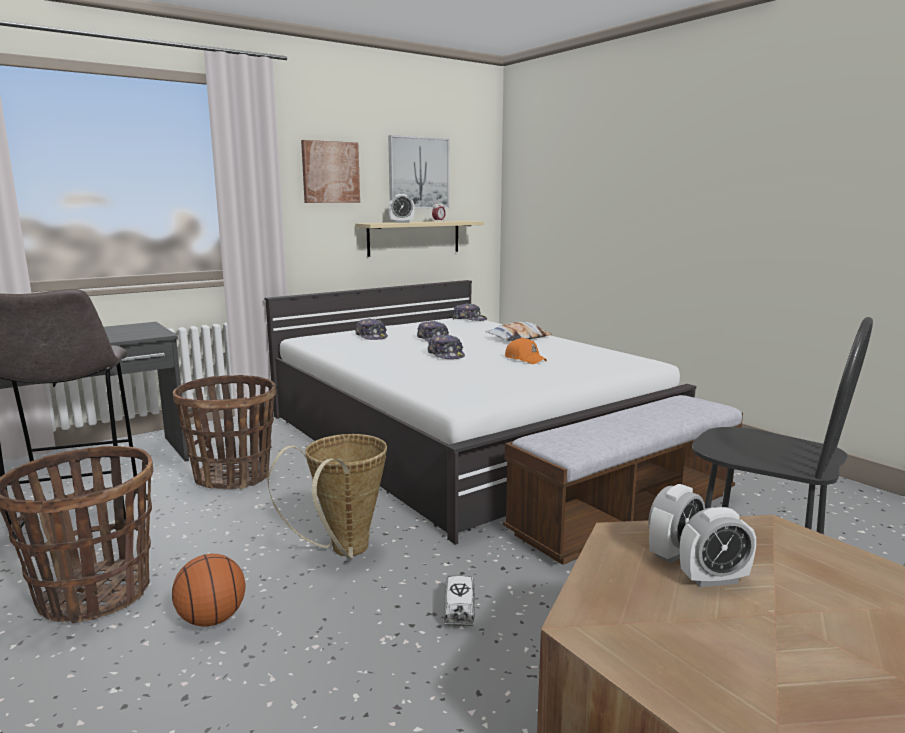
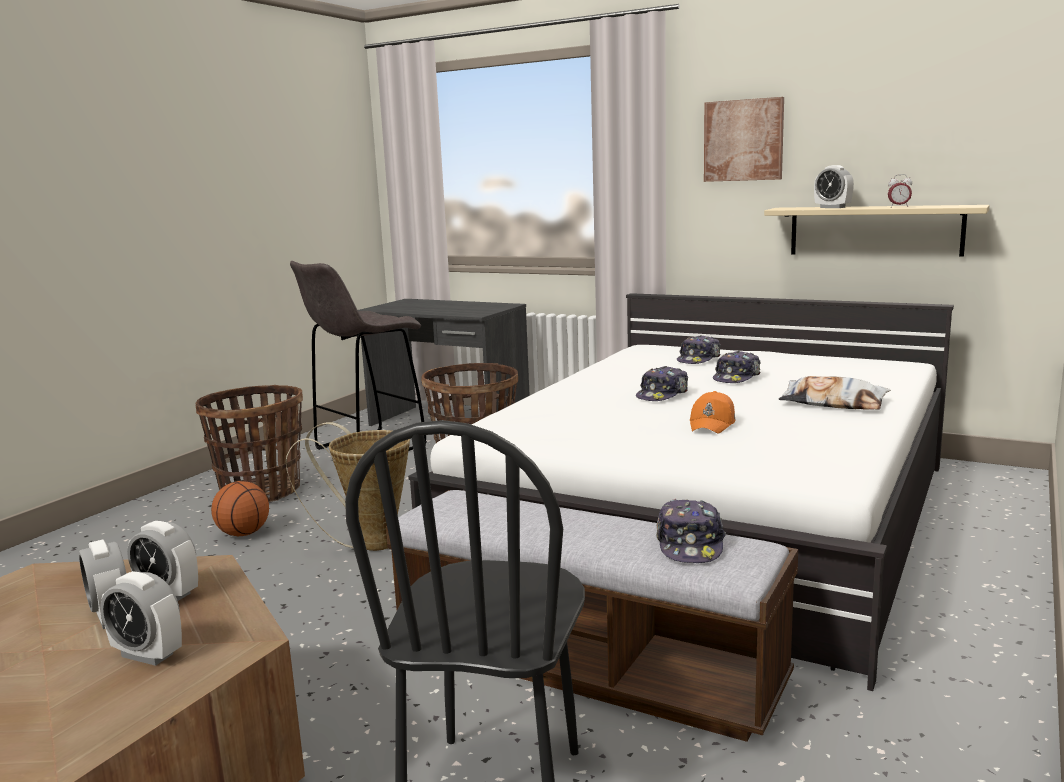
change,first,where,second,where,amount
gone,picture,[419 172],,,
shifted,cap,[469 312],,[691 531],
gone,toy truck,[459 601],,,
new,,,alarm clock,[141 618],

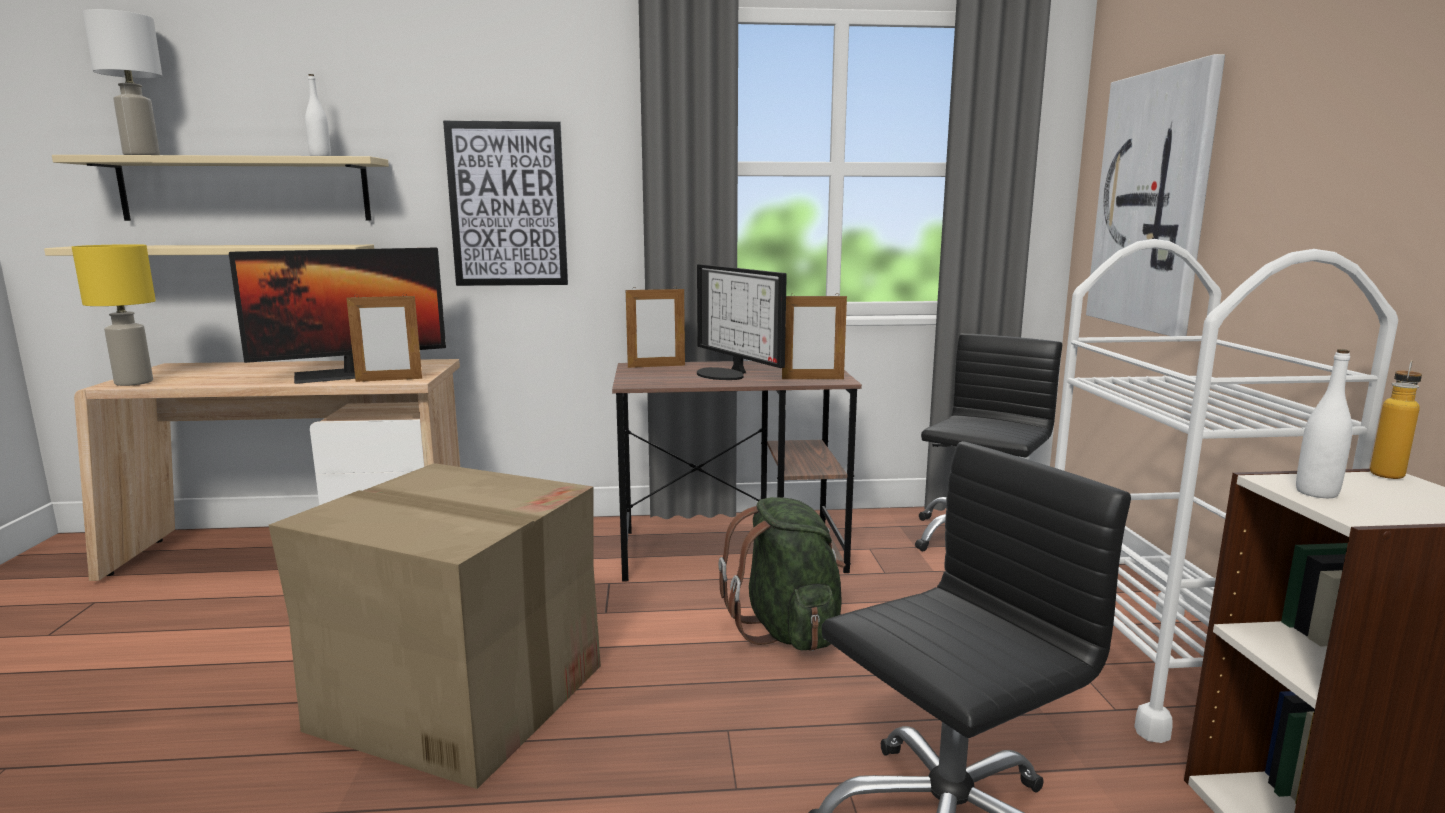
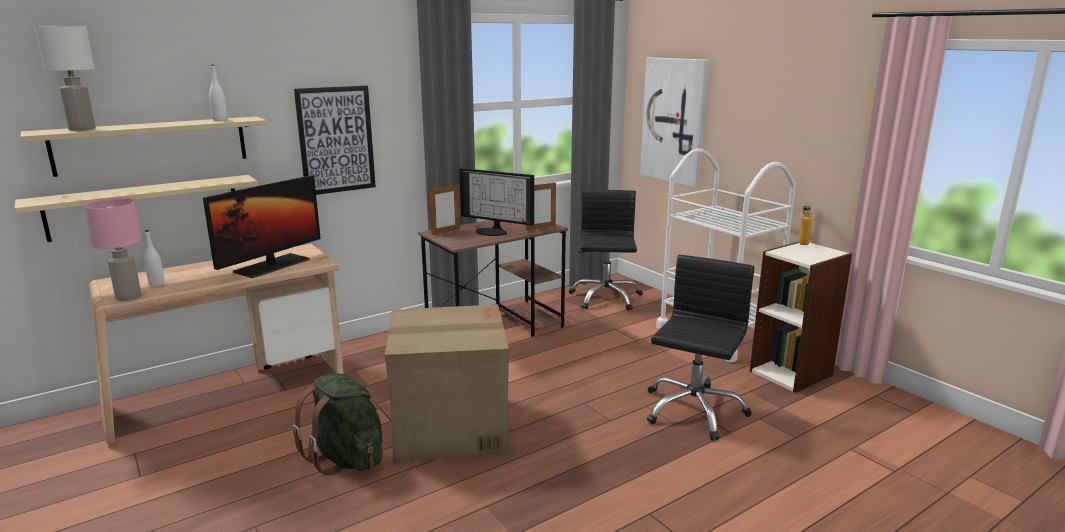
change,first,where,second,where,amount
repainted,yellow table lamp,[114 315],pink table lamp,[113 249],
gone,picture frame,[384 337],,,
shifted,white bottle,[1324 423],,[154 258],
shifted,green backpack,[781 574],,[337 424],

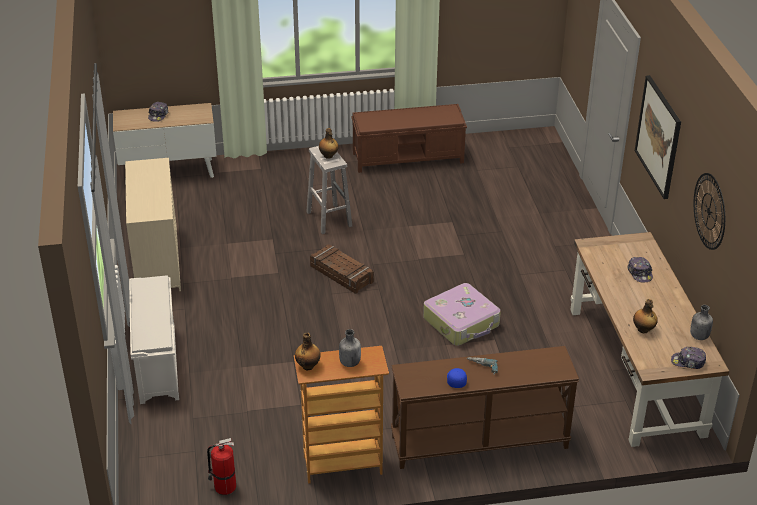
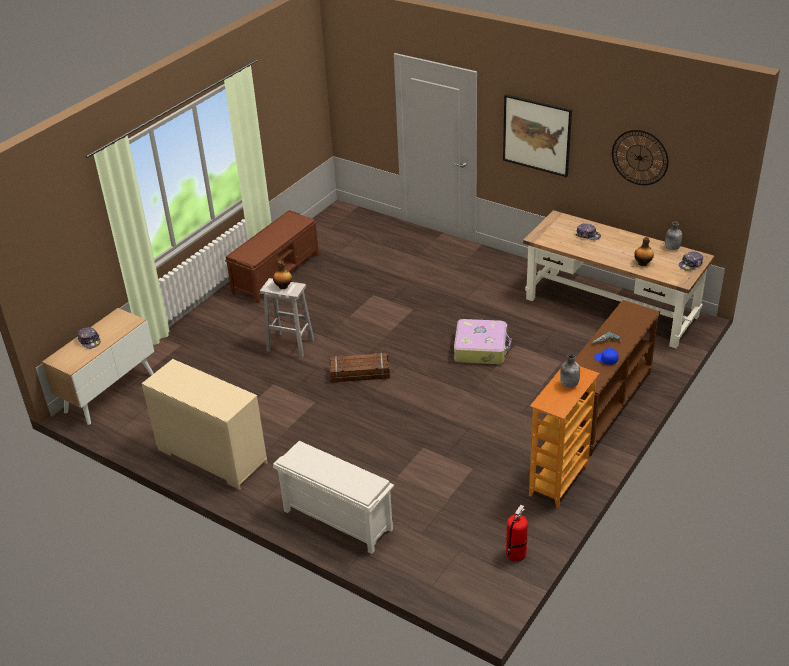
change,first,where,second,where,amount
gone,bottle,[308 351],,,

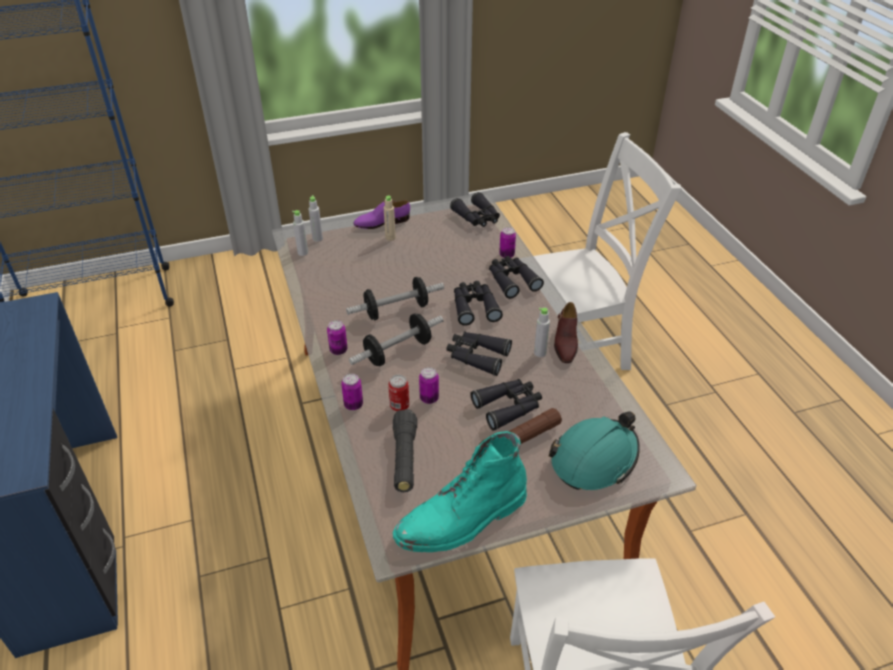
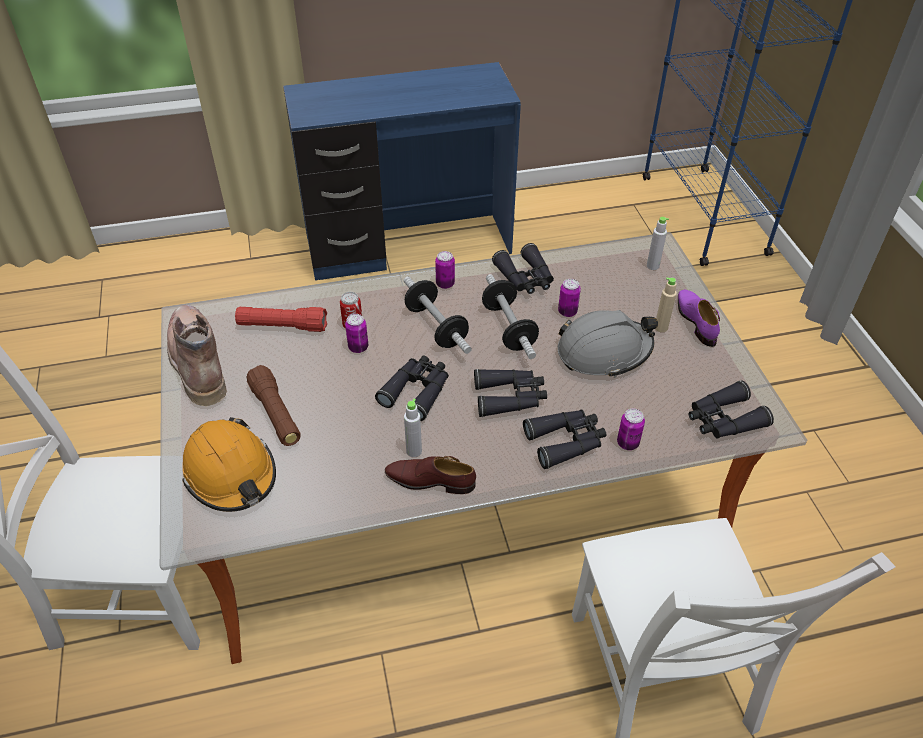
change,first,where,second,where,amount
gone,grey bottle,[300 233],,,
shifted,can,[352 392],,[569 298],
shifted,black binoculars,[506 405],,[523 268],
repainted,black flashlight,[405 450],red flashlight,[281 319],
repainted,turquoise hard hat,[594 450],orange hard hat,[229 464],
repainted,turquoise boot,[460 491],brown boot,[197 356],
new,,,grey hard hat,[608 344],

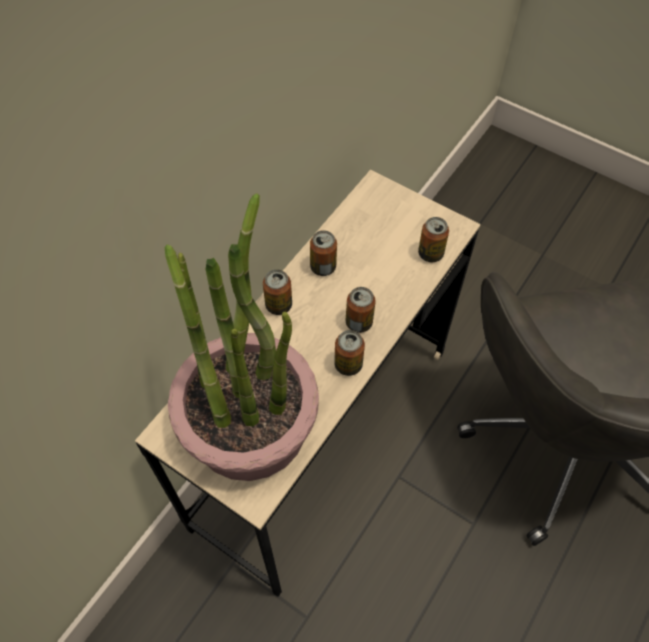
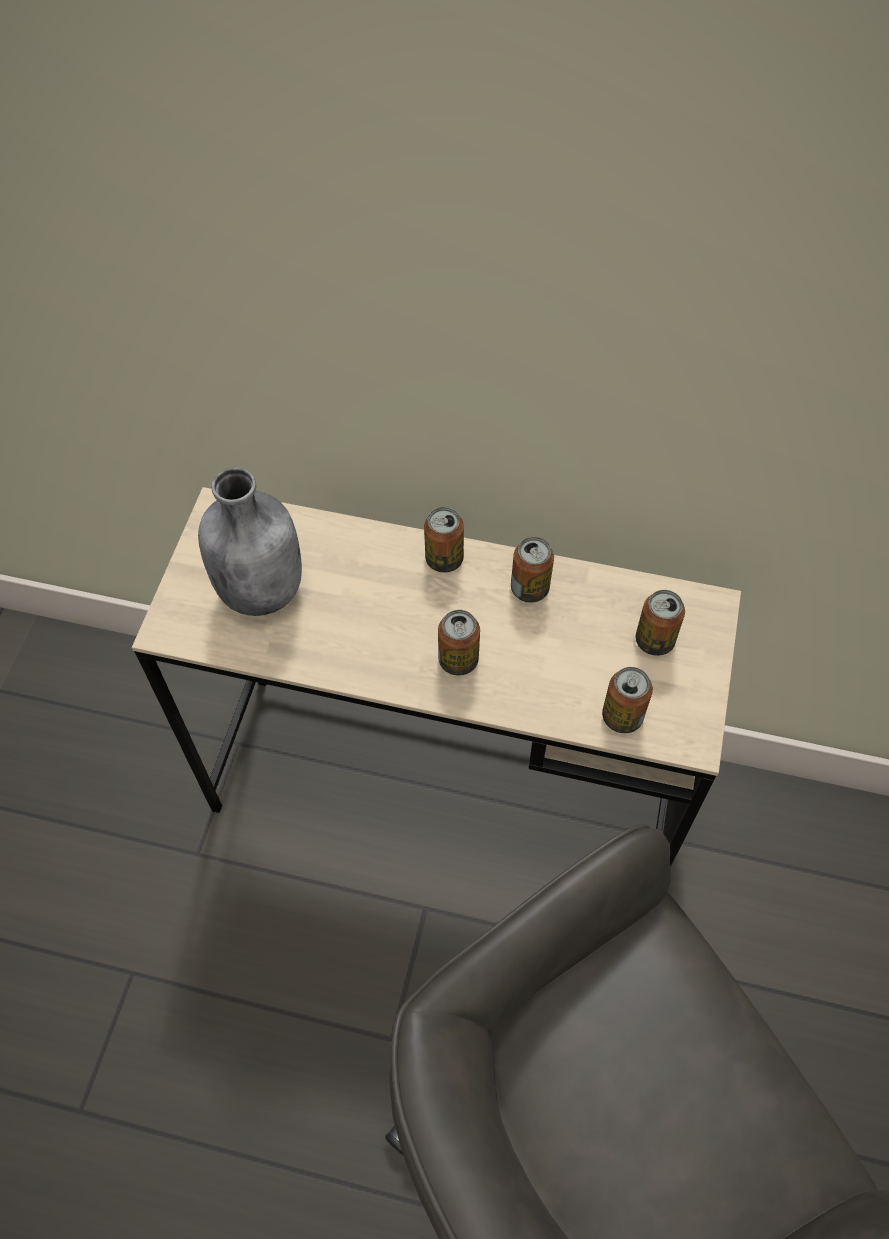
change,first,where,second,where,amount
swapped,potted plant,[242 337],grey bottle,[250 541],
shifted,can,[349 353],,[660 623],

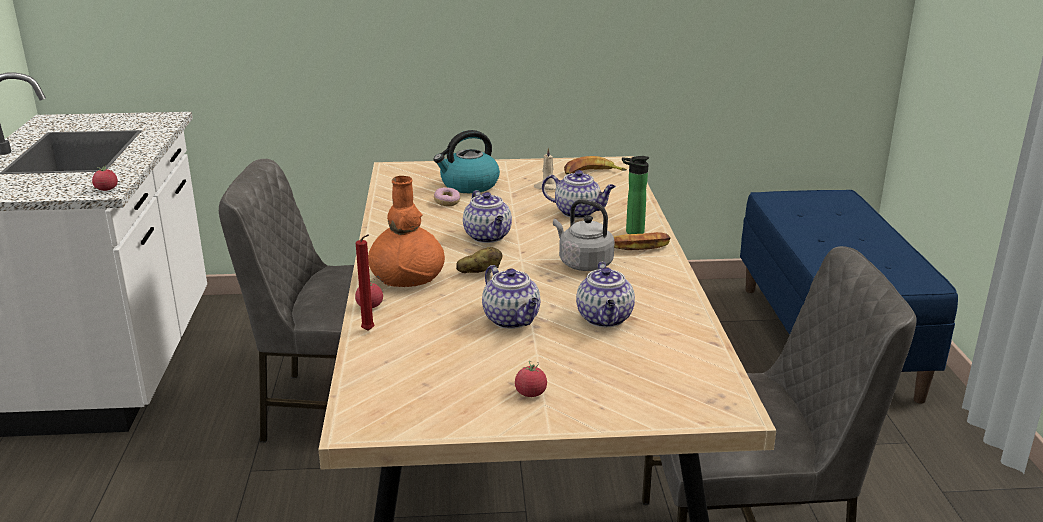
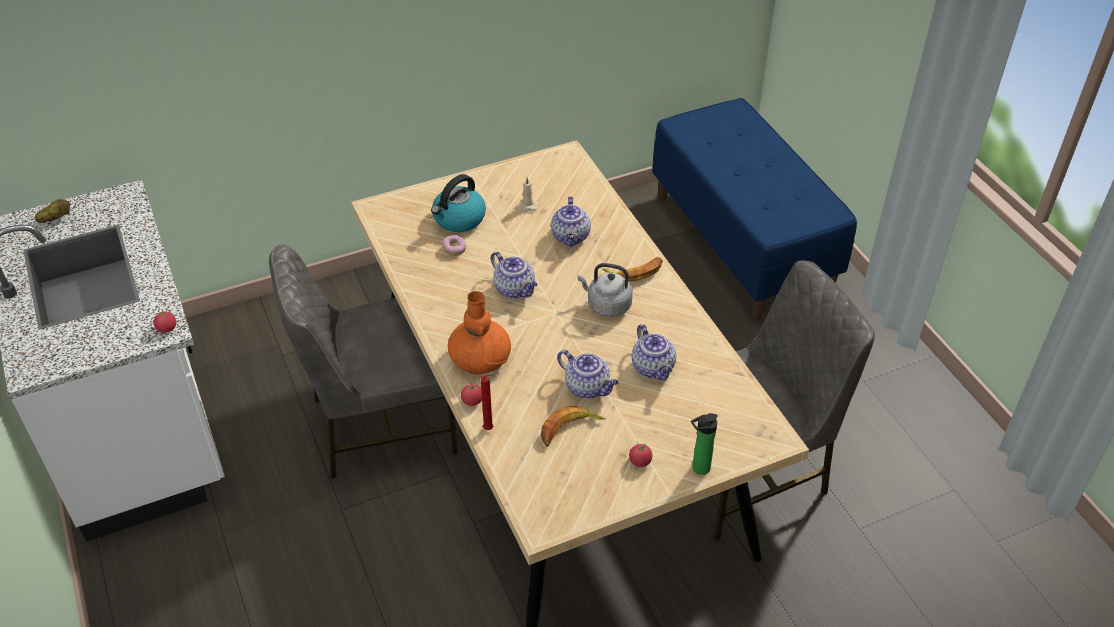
change,first,where,second,where,amount
shifted,banana,[595 165],,[572 426],
shifted,bottle,[635 195],,[704 444],
rotated,teapot,[579 194],,[571 221],90 degrees clockwise
shifted,potato,[479 260],,[52 211],

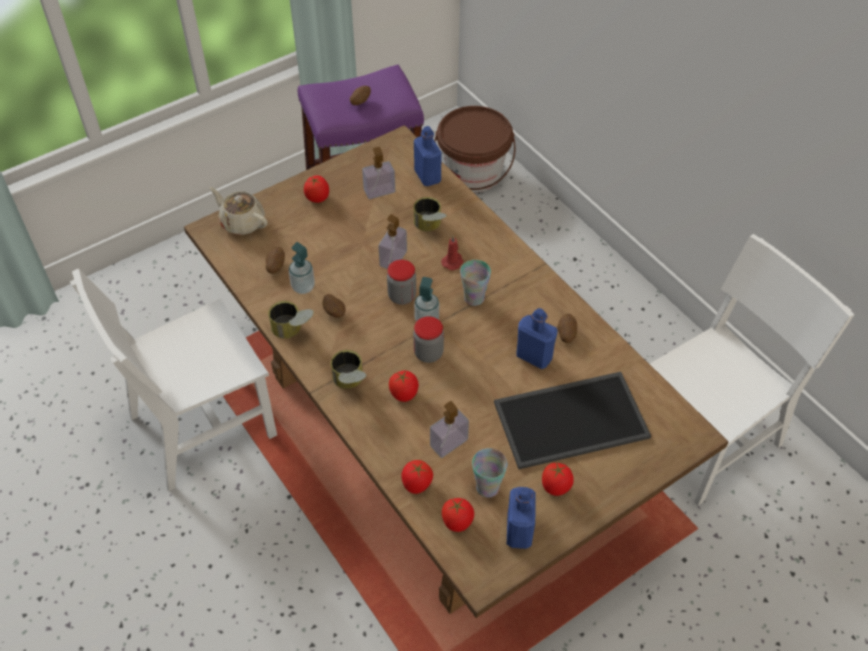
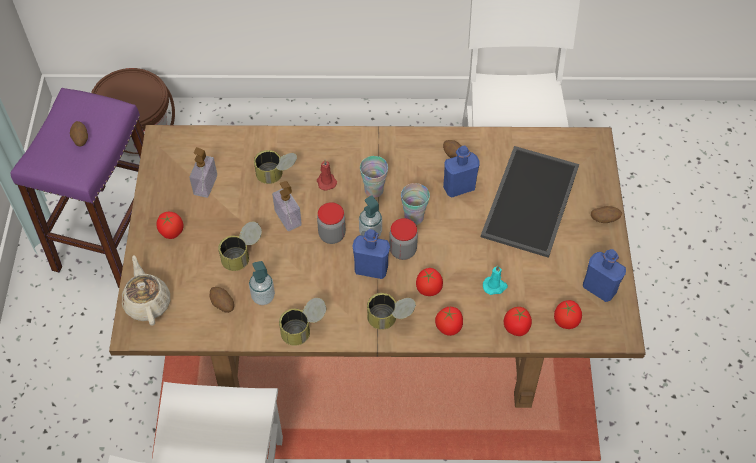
change,first,where,second,where,amount
shifted,blue bottle,[428 156],,[371 254],
rotated,beige teapot,[238 211],,[146 290],90 degrees clockwise
shifted,potato,[334 306],,[606 214],
swapped,soap dispenser,[449 429],turquoise candle,[495 280],
shifted,cup,[490 473],,[415 204],
shifted,tomato,[558 479],,[449 321],
new,,,can,[240 246],

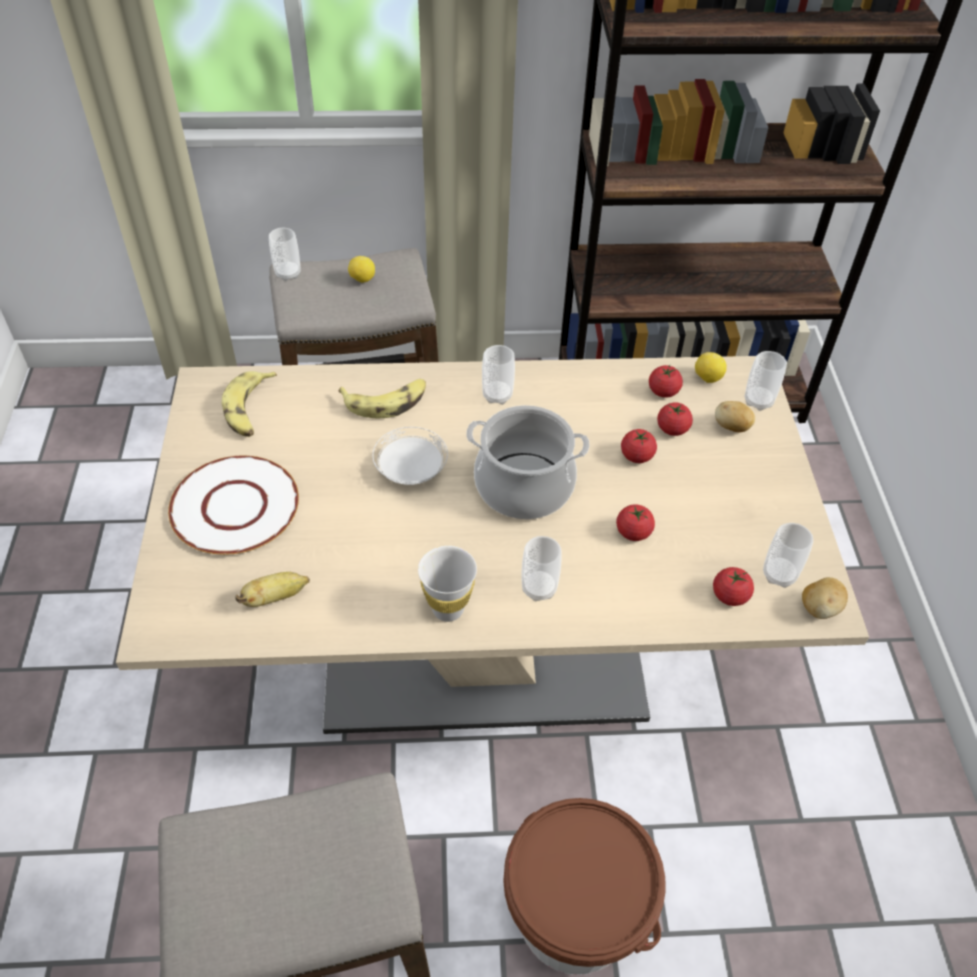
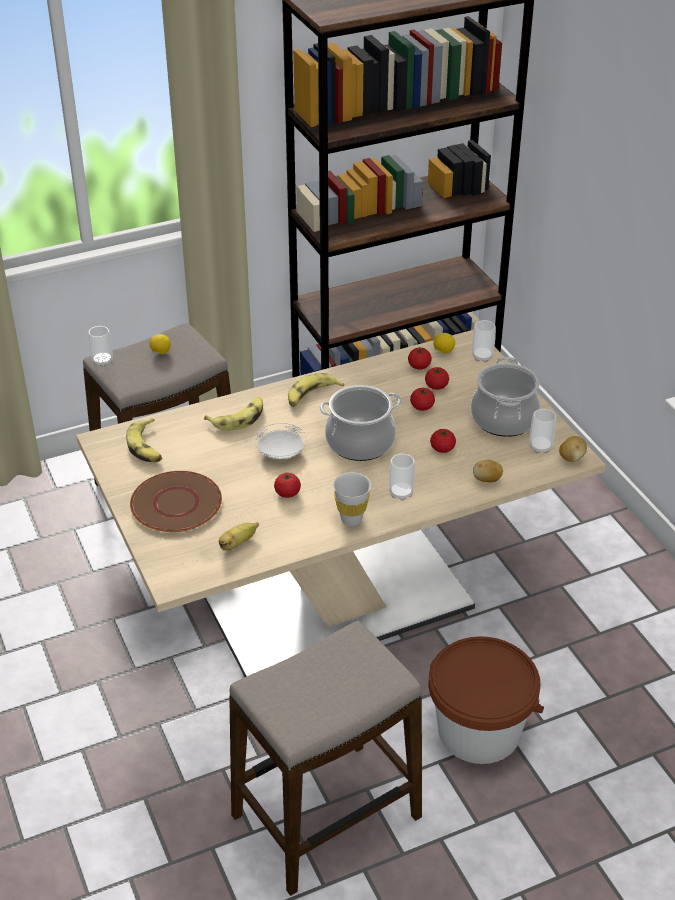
change,first,where,second,where,amount
swapped,cup,[498 375],banana,[316 390],
shifted,potato,[735 416],,[488 471],
repainted,white plate,[233 505],brown plate,[176 501],
shifted,tomato,[733 586],,[287 485],
new,,,cooking pot,[506 397],

